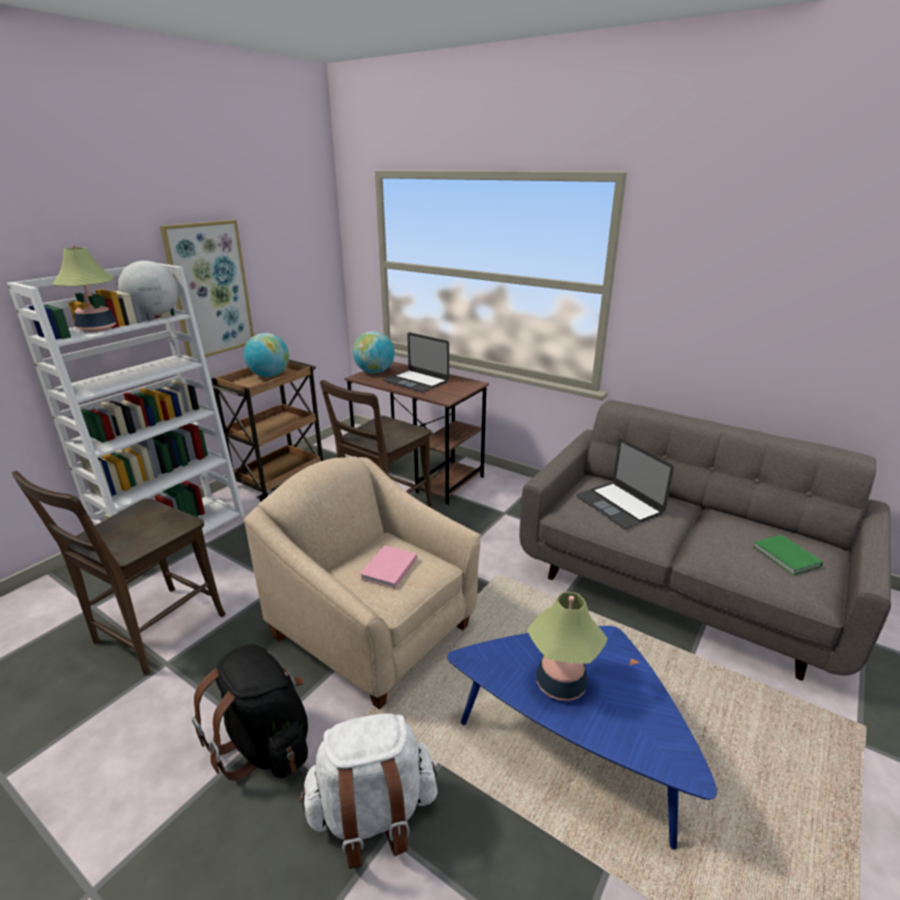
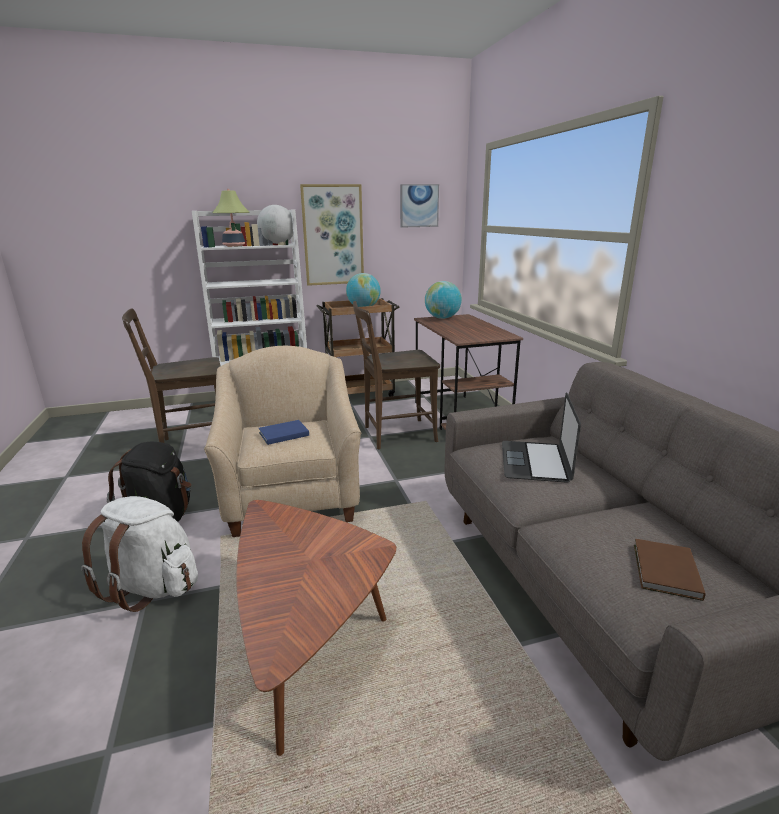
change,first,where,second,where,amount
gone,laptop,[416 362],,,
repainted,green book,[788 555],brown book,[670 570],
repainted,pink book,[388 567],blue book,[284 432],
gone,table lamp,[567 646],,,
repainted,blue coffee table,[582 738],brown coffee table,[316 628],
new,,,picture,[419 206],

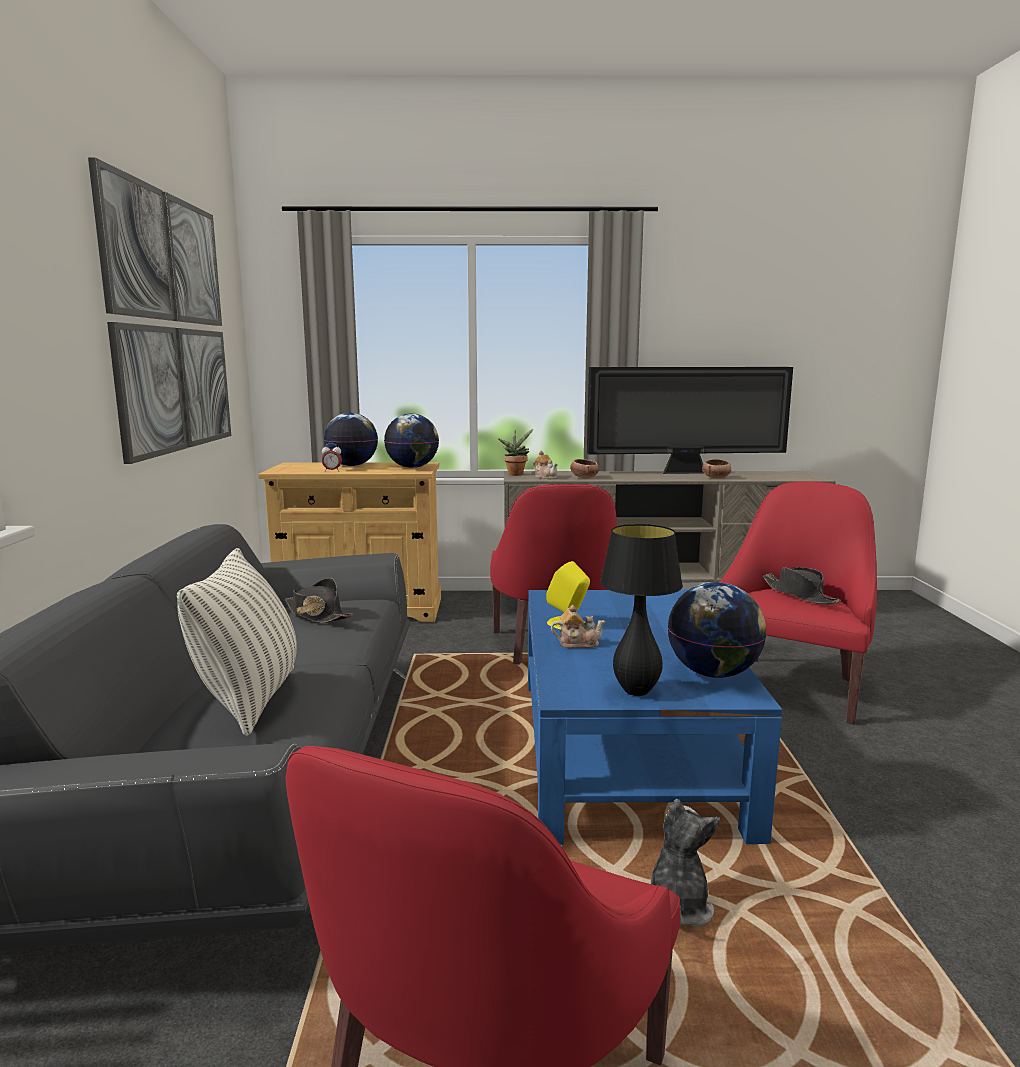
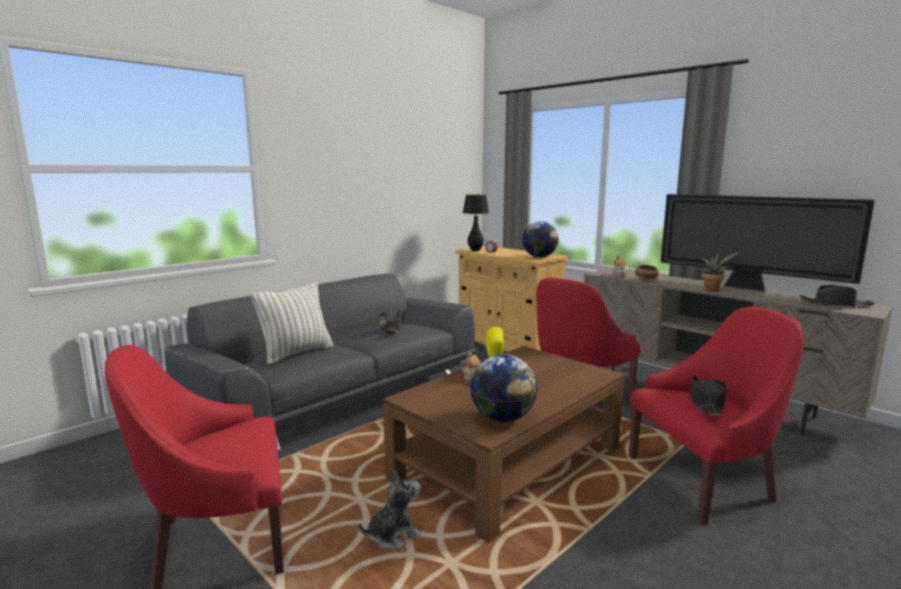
change,first,where,second,where,amount
gone,picture,[159 310],,,
gone,globe,[350 439],,,
shifted,potted plant,[516 452],,[720 271],
gone,bowl,[716 469],,,
shifted,black table lamp,[641 610],,[476 223],
repainted,blue coffee table,[655 717],brown coffee table,[504 444],
new,,,black hat,[836 296],

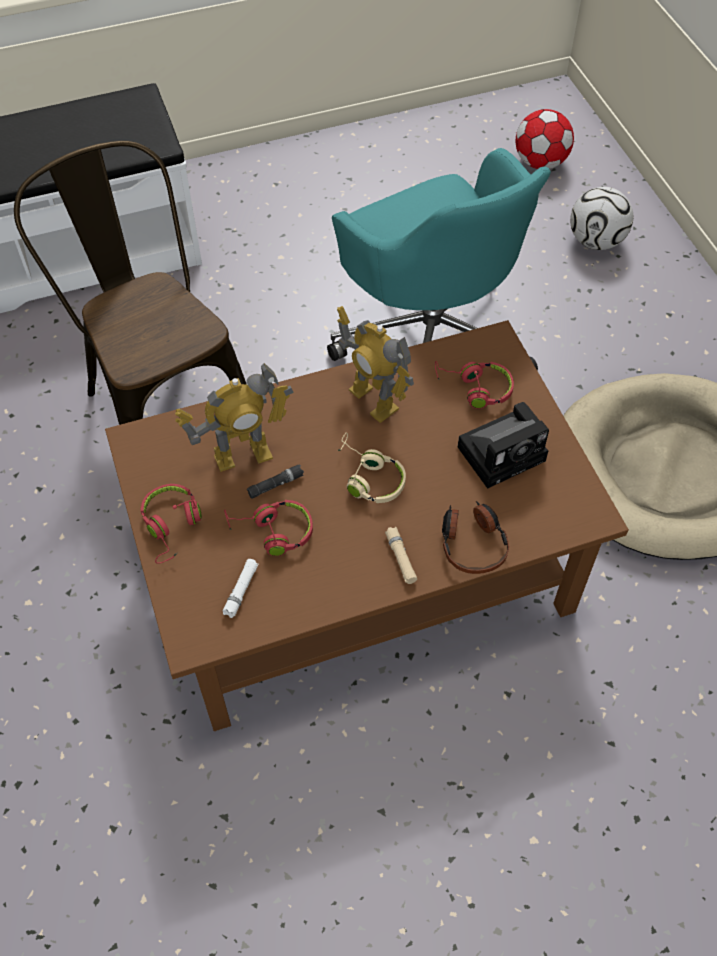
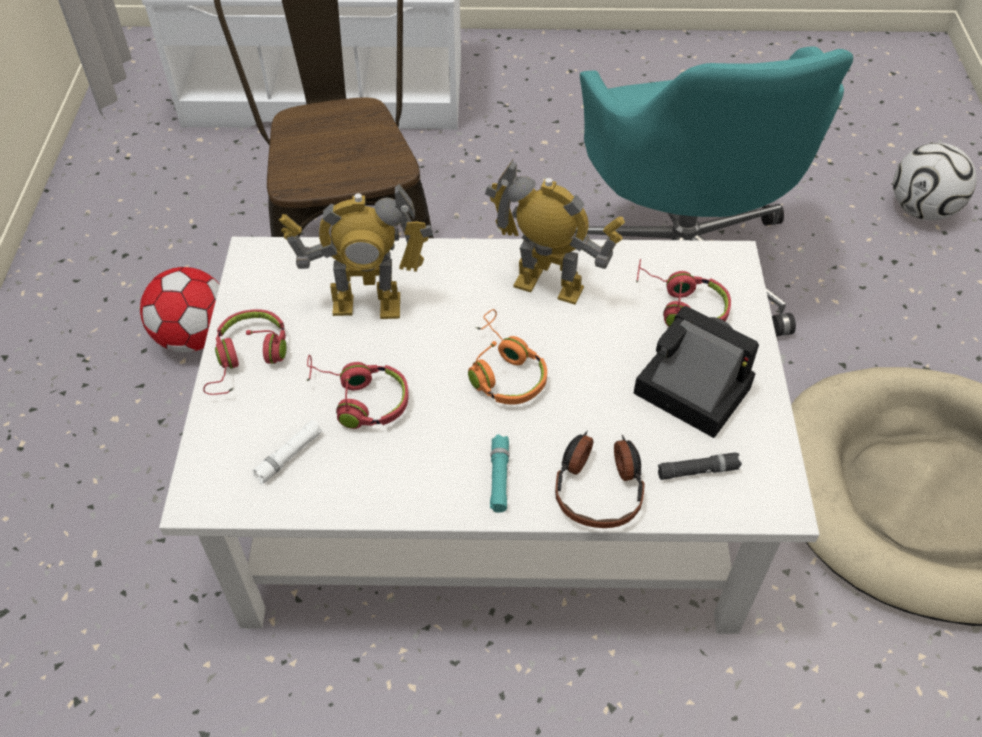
change,first,where,second,where,amount
shifted,football,[545 139],,[180 309],
rotated,toy robot,[375 364],,[555 232],135 degrees clockwise
repainted,brown coffee table,[367 525],white coffee table,[489 435],
rotated,photo camera,[503 445],,[696 372],135 degrees counterclockwise
repainted,beige headphones,[371 468],orange headphones,[507 357],
shifted,black flashlight,[275 481],,[700 466],
repainted,beige flashlight,[401 555],turquoise flashlight,[499 473],

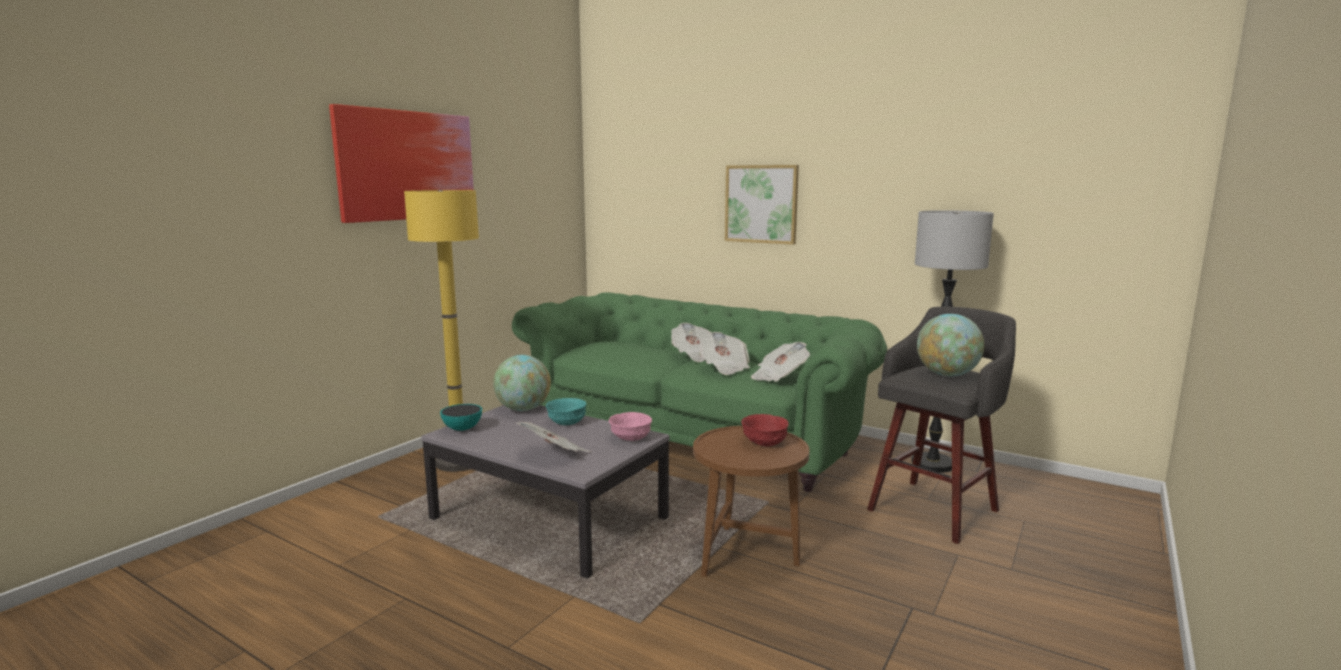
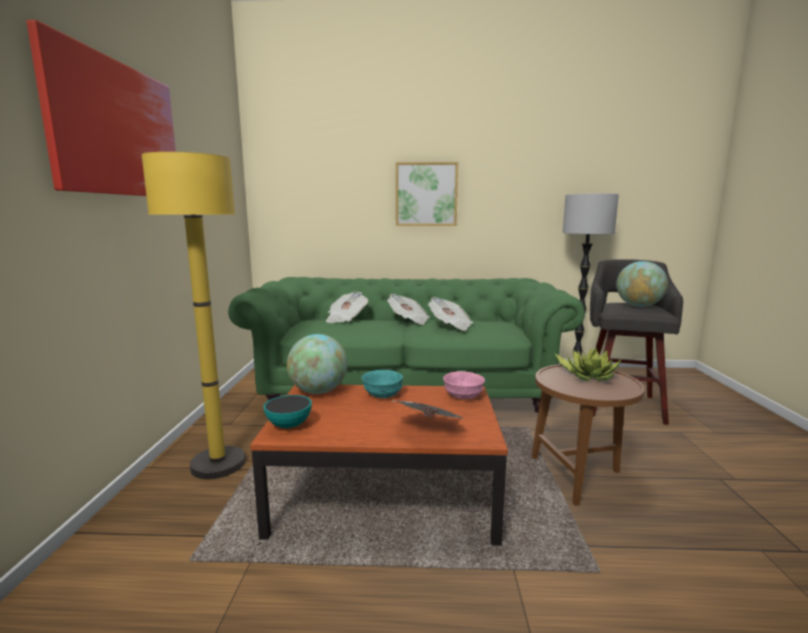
change,first,where,second,where,amount
shifted,newspaper,[780 362],,[347 307],
repainted,grey coffee table,[545 491],brown coffee table,[379 465],
swapped,red bowl,[765 430],potted plant,[588 364],

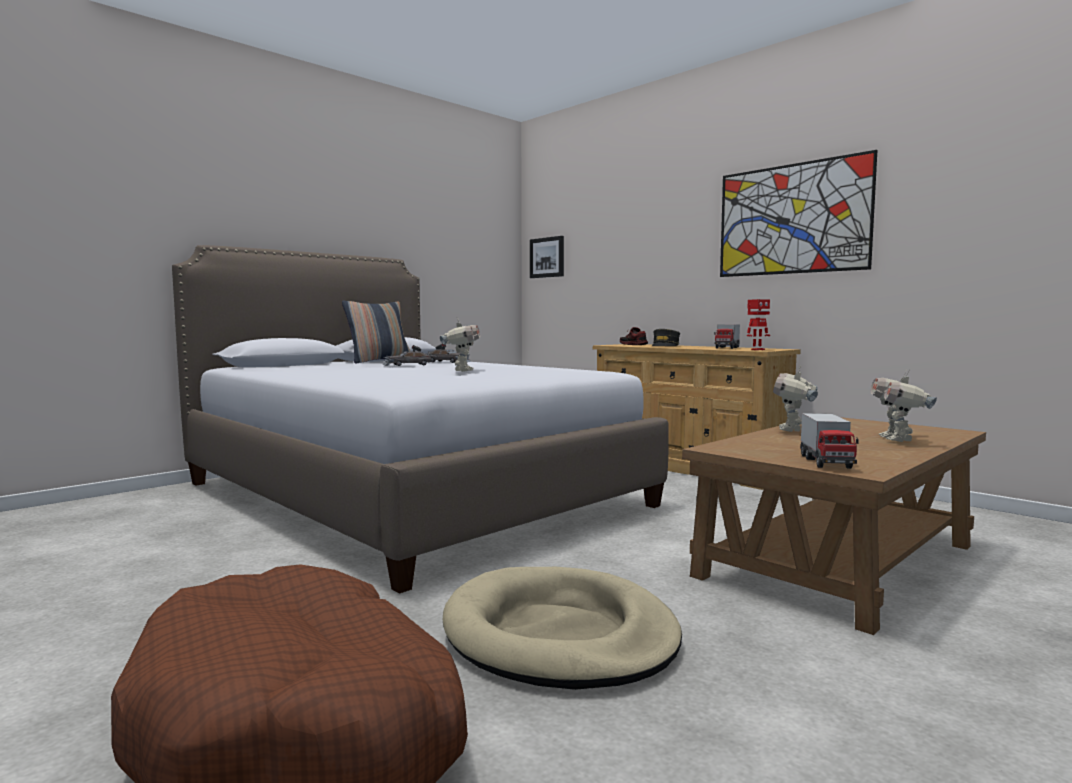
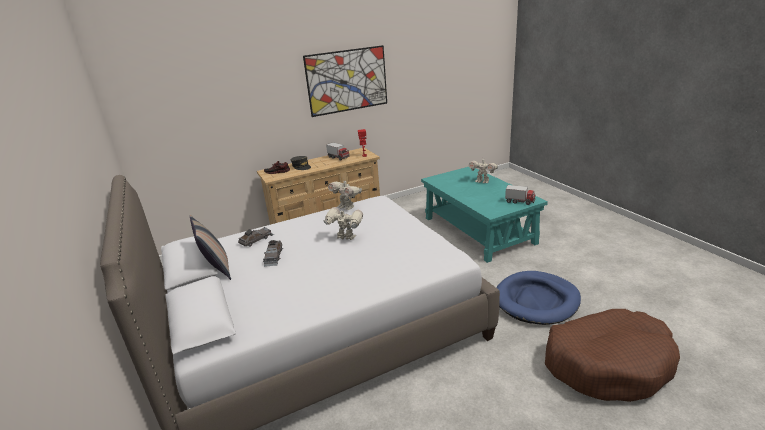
change,first,where,second,where,amount
gone,picture,[547 257],,,
shifted,toy robot,[795 398],,[345 195],
repainted,brown coffee table,[834 526],turquoise coffee table,[484 215],
repainted,beige dog bed,[562 628],blue dog bed,[538 298],

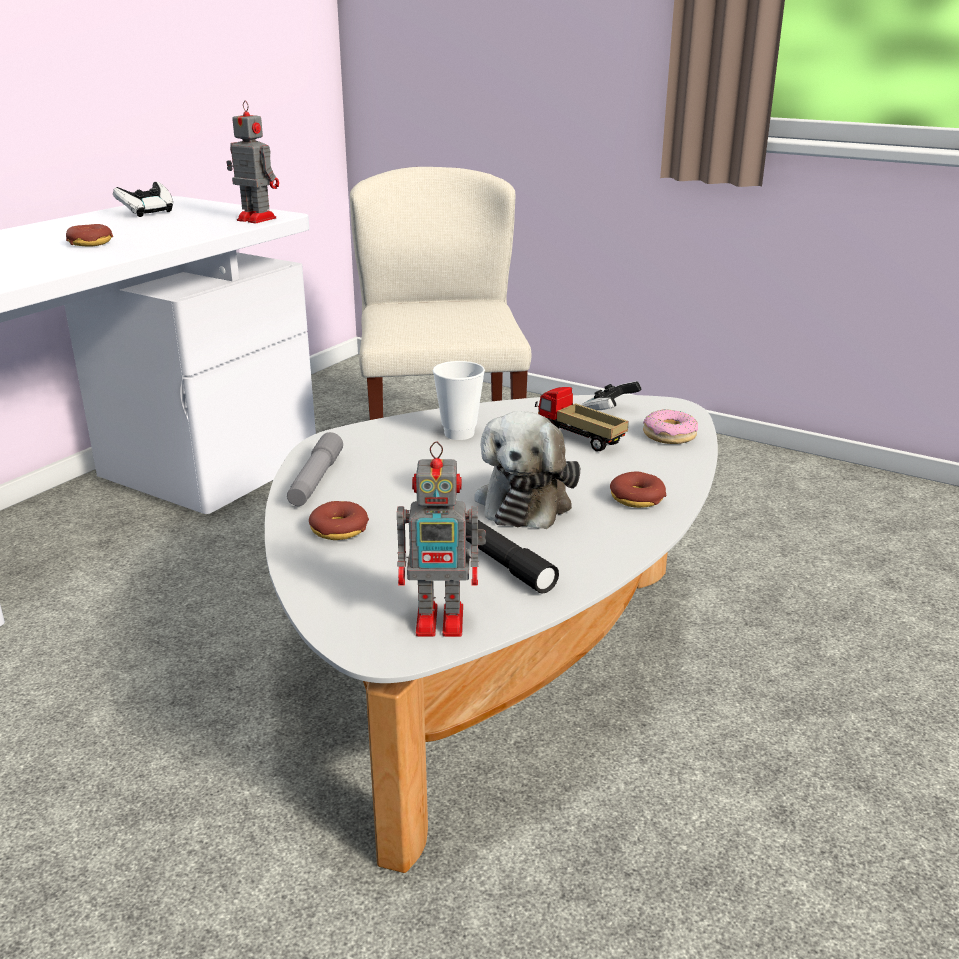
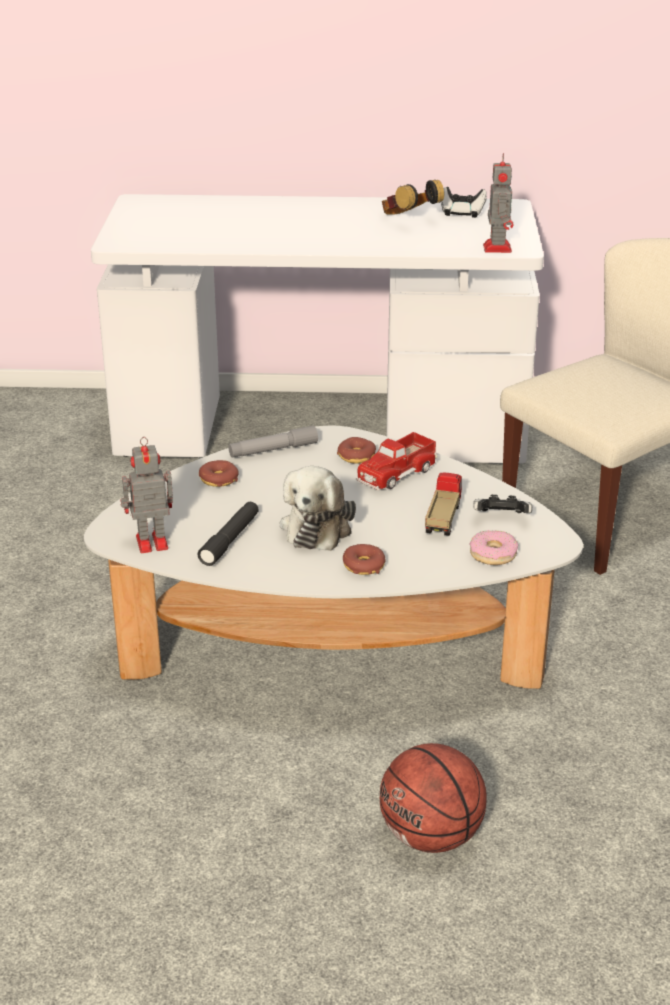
change,first,where,second,where,amount
shifted,donut,[89 235],,[356 450],
swapped,cup,[459 400],toy truck,[397 461],
rotated,plush toy,[527 470],,[318 508],60 degrees counterclockwise
rotated,toy robot,[441 539],,[146 495],105 degrees clockwise
new,,,headphones,[413 197],
new,,,basketball,[433 798],

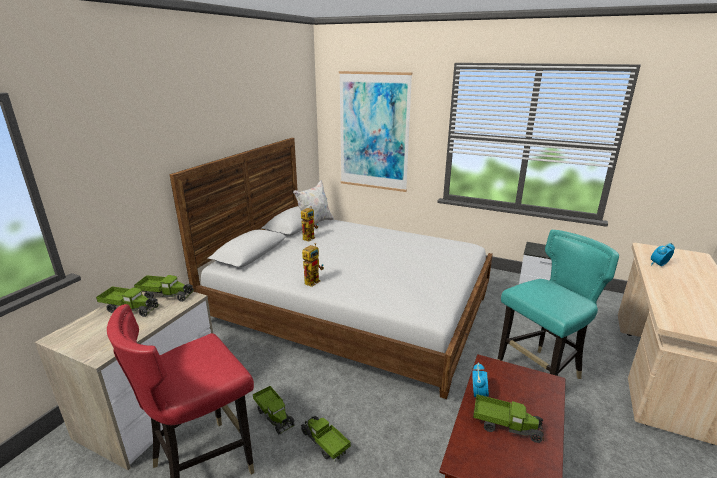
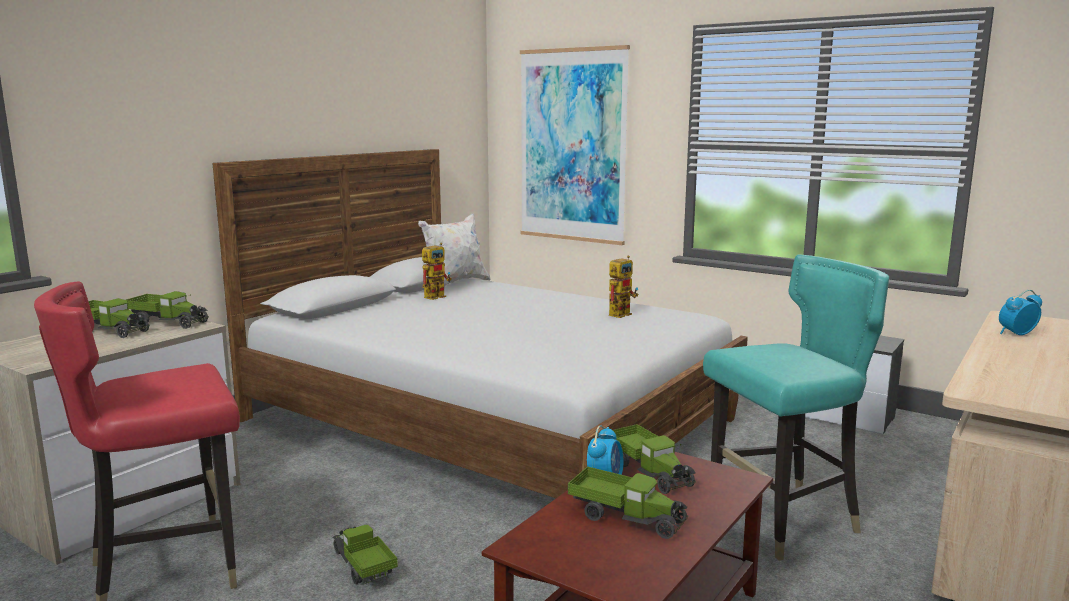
change,first,where,second,where,amount
shifted,toy robot,[313 265],,[623 287],
shifted,toy truck,[274 410],,[654 459],

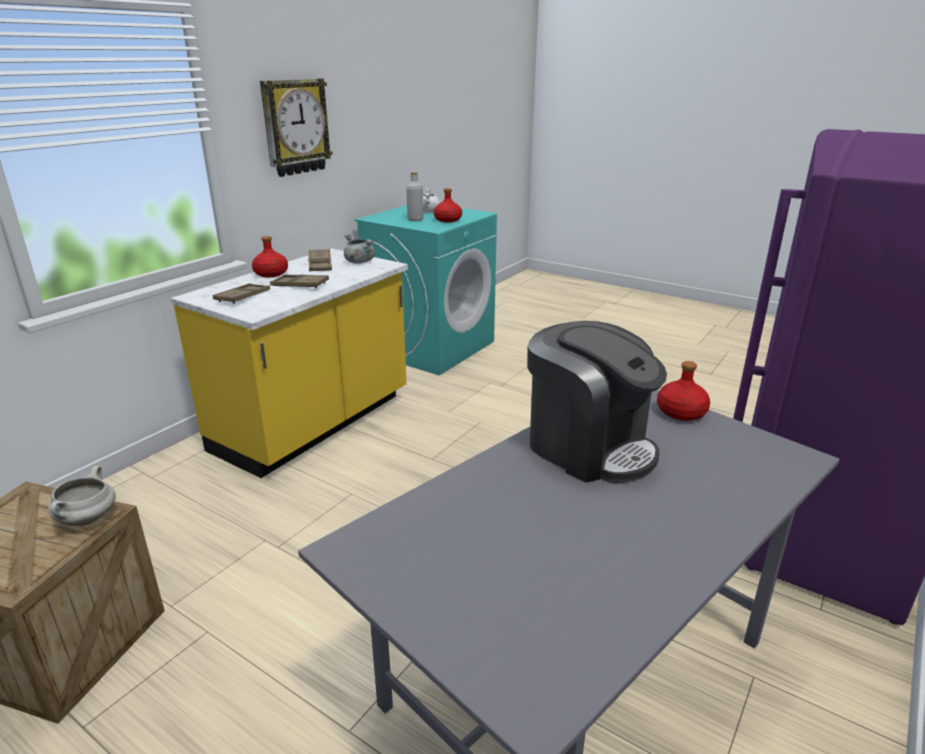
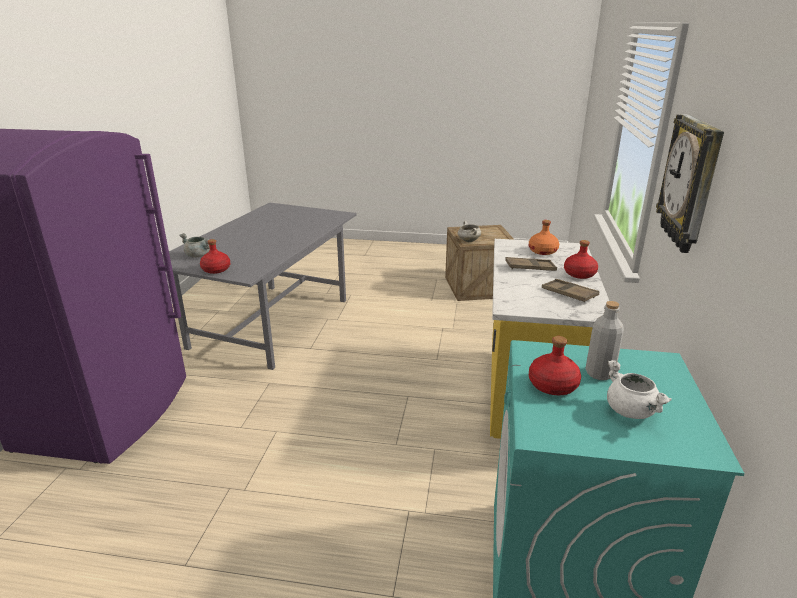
change,first,where,second,where,amount
shifted,grey cooking pot,[359 249],,[194 245],
swapped,brown tray,[241 293],orange bottle,[544 237],
gone,coffee machine,[597 402],,,

